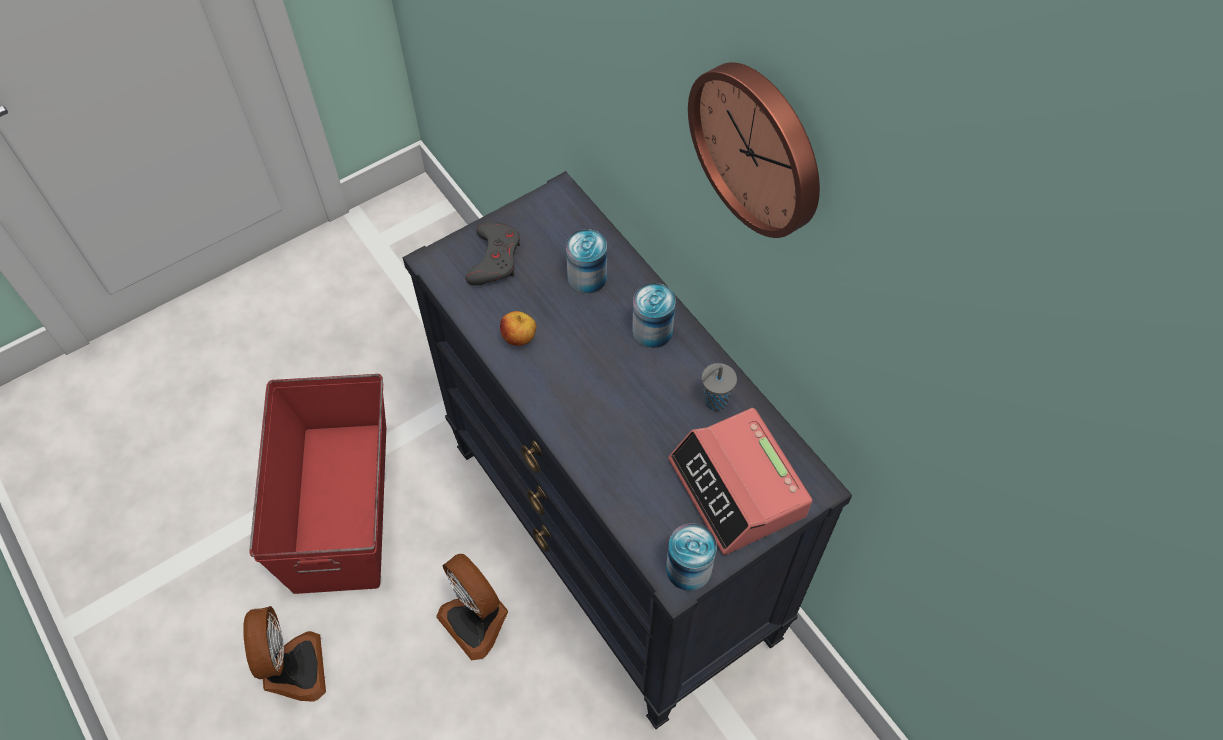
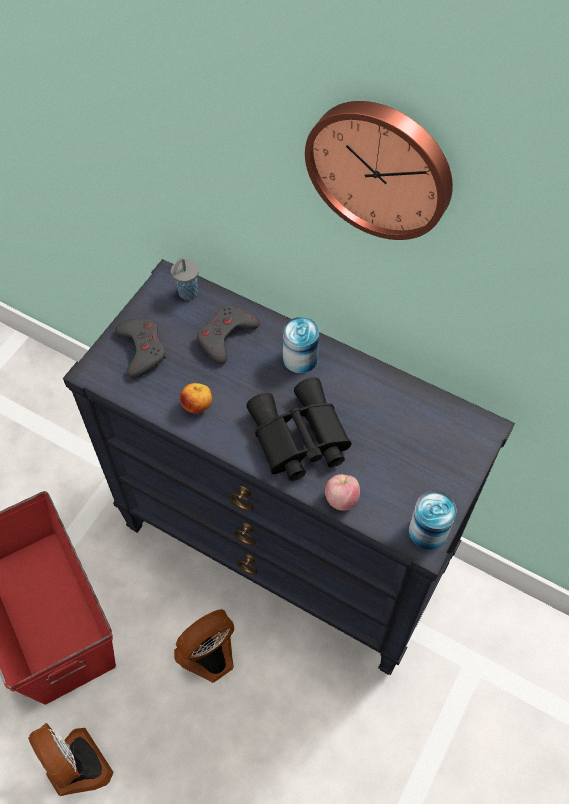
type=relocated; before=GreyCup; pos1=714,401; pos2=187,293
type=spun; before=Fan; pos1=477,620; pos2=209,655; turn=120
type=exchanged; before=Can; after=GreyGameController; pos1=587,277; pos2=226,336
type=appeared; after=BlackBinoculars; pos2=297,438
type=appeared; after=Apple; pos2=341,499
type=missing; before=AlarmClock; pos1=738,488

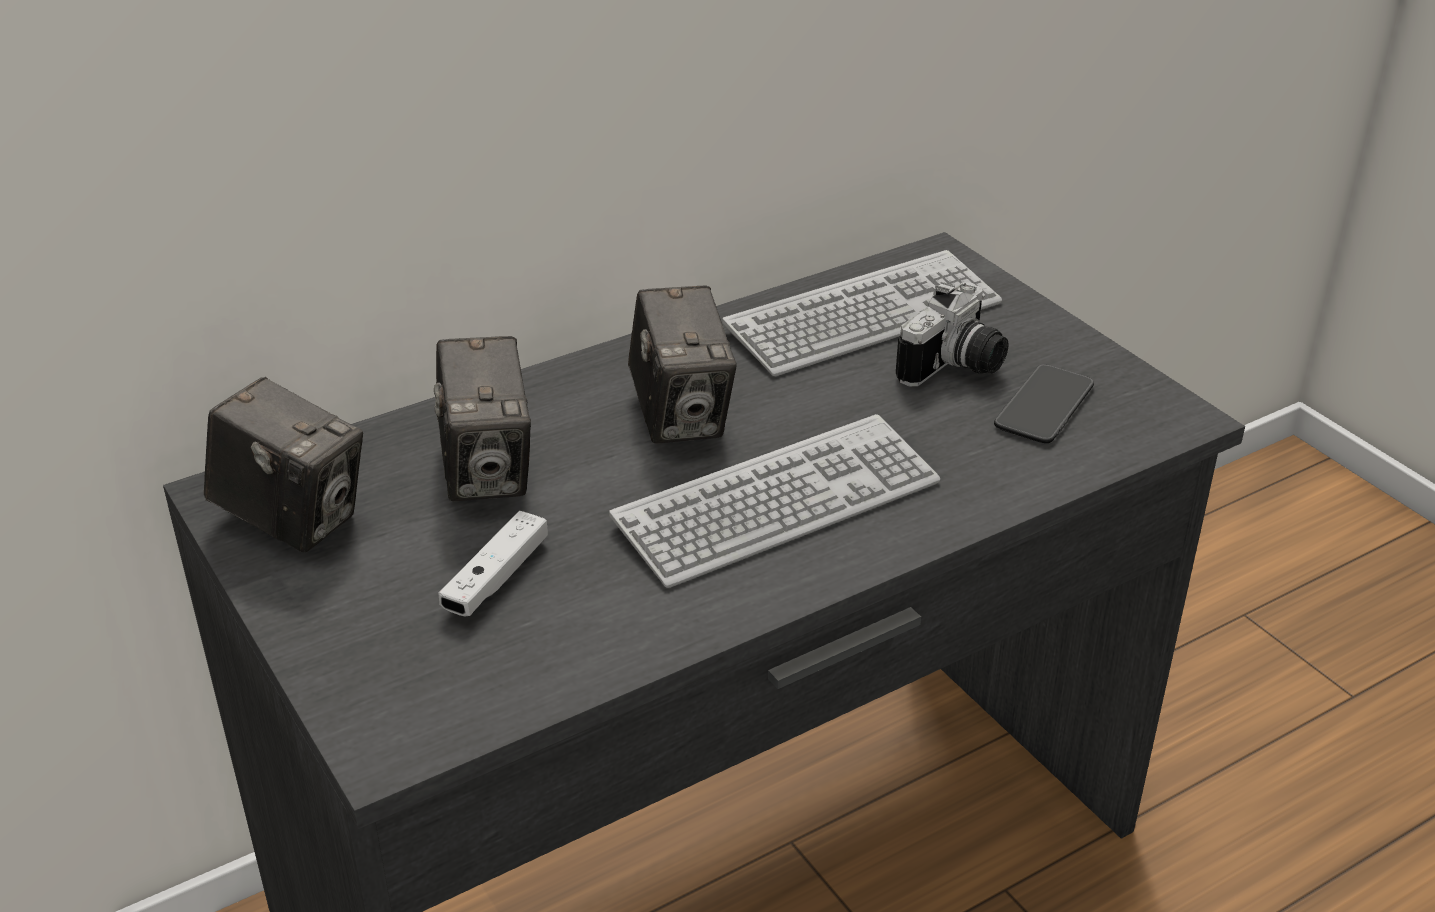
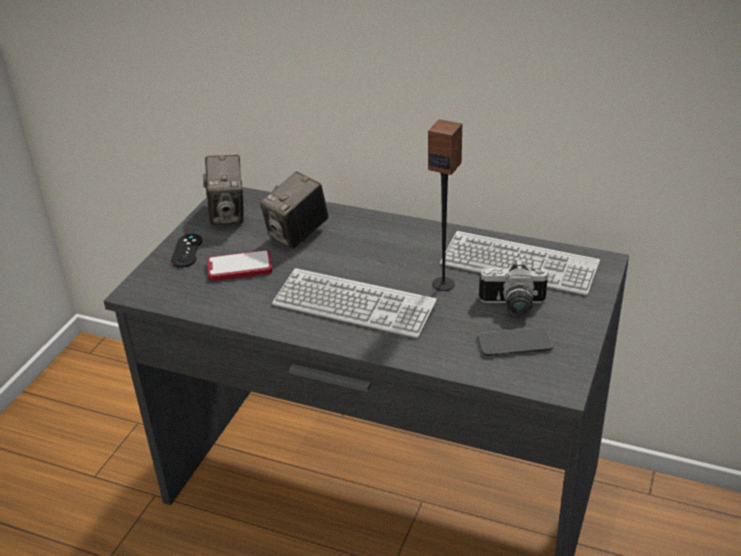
type=appeared; after=BlackGameController; pos2=187,251
type=exchanged; before=WhiteGameController; after=Phone; pos1=496,578; pos2=240,267
type=appeared; after=Speaker; pos2=443,284
type=missing; before=PhotoCamera; pos1=681,416

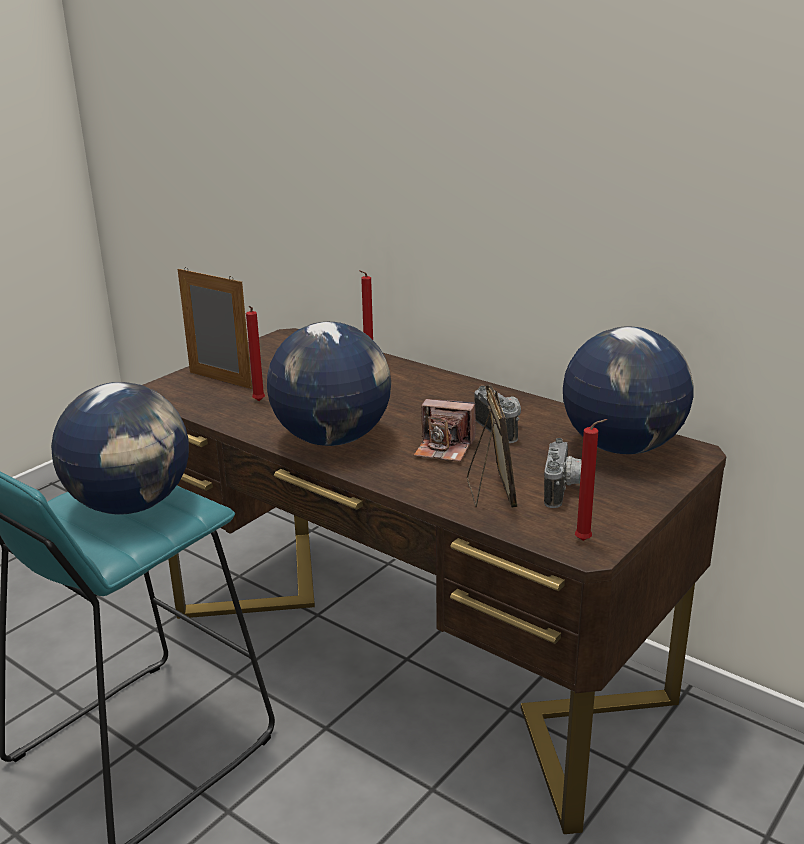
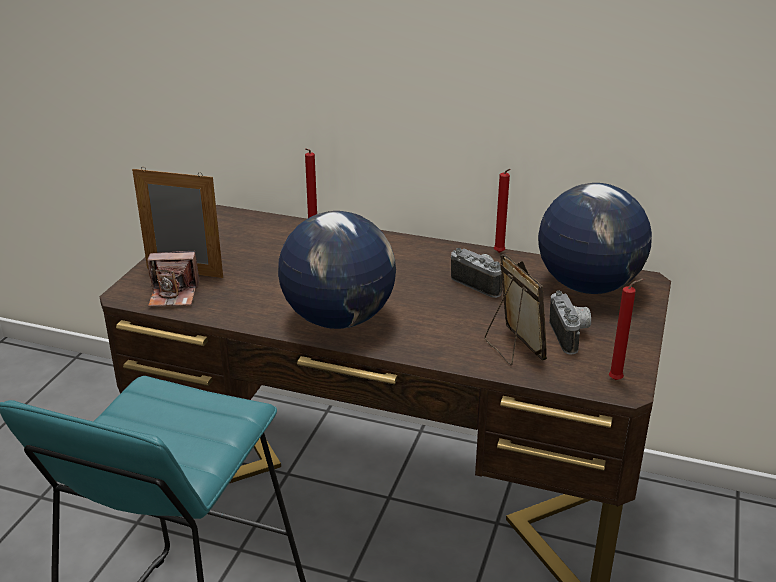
type=relocated; before=PhotoCamera; pos1=444,448; pos2=174,294
type=relocated; before=RedCandle; pos1=258,402; pos2=500,253
type=missing; before=Globe; pos1=131,505

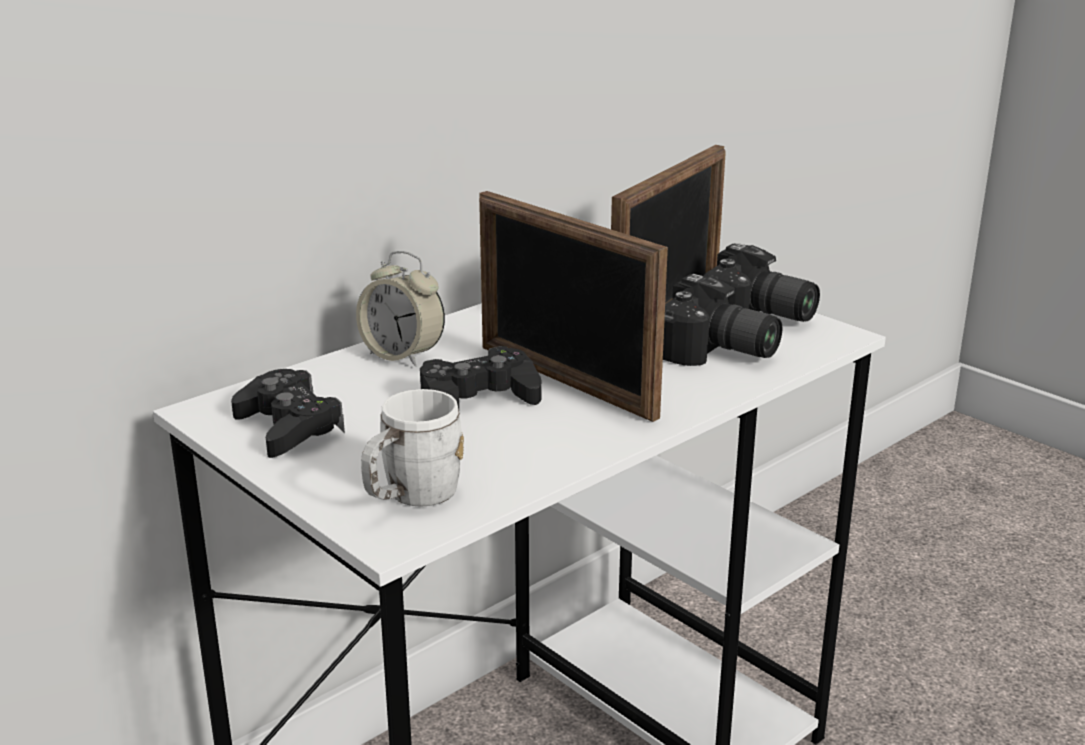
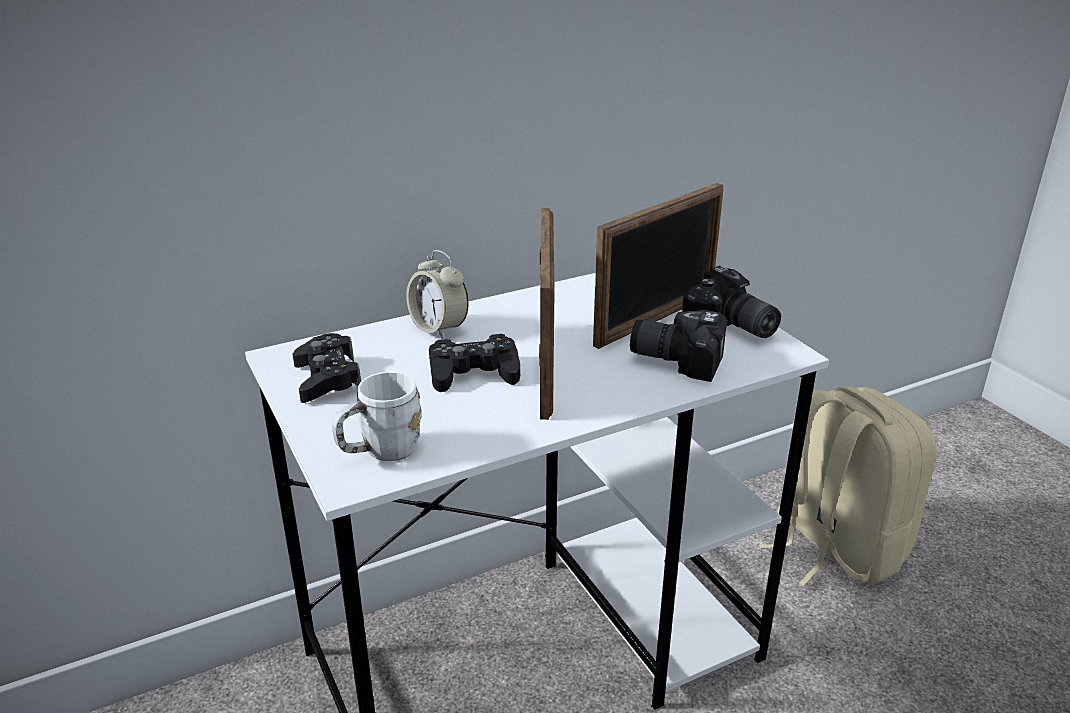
type=spun; before=PictureFrame; pos1=564,381; pos2=546,367; turn=-150
type=spun; before=PhotoCamera; pos1=716,354; pos2=678,358; turn=150
type=appeared; after=BeigeBackpack; pos2=834,547

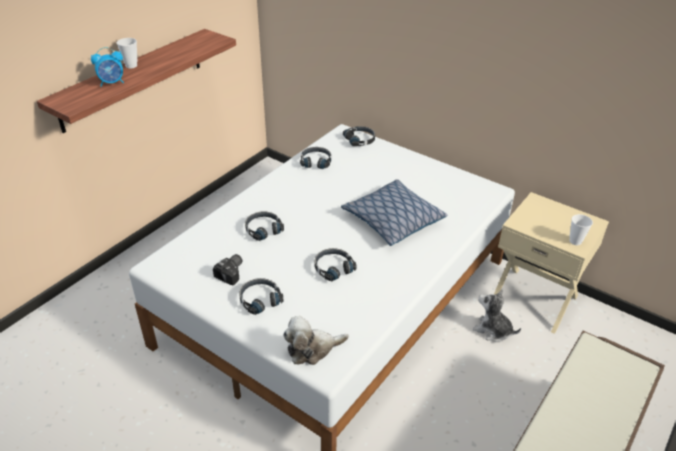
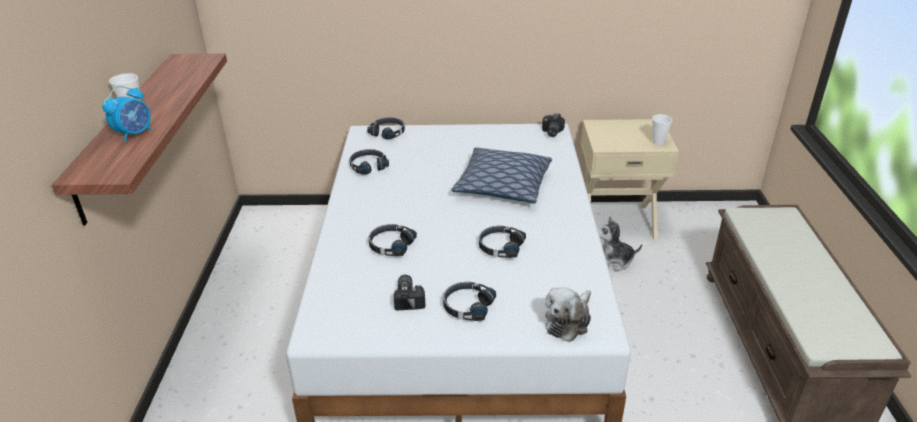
type=appeared; after=PhotoCamera; pos2=551,132

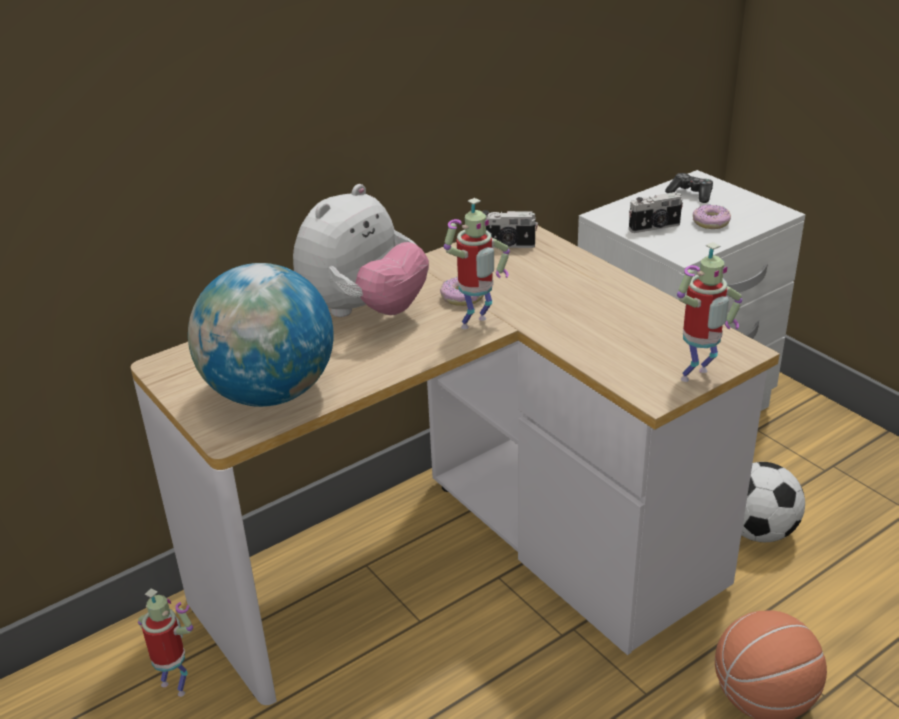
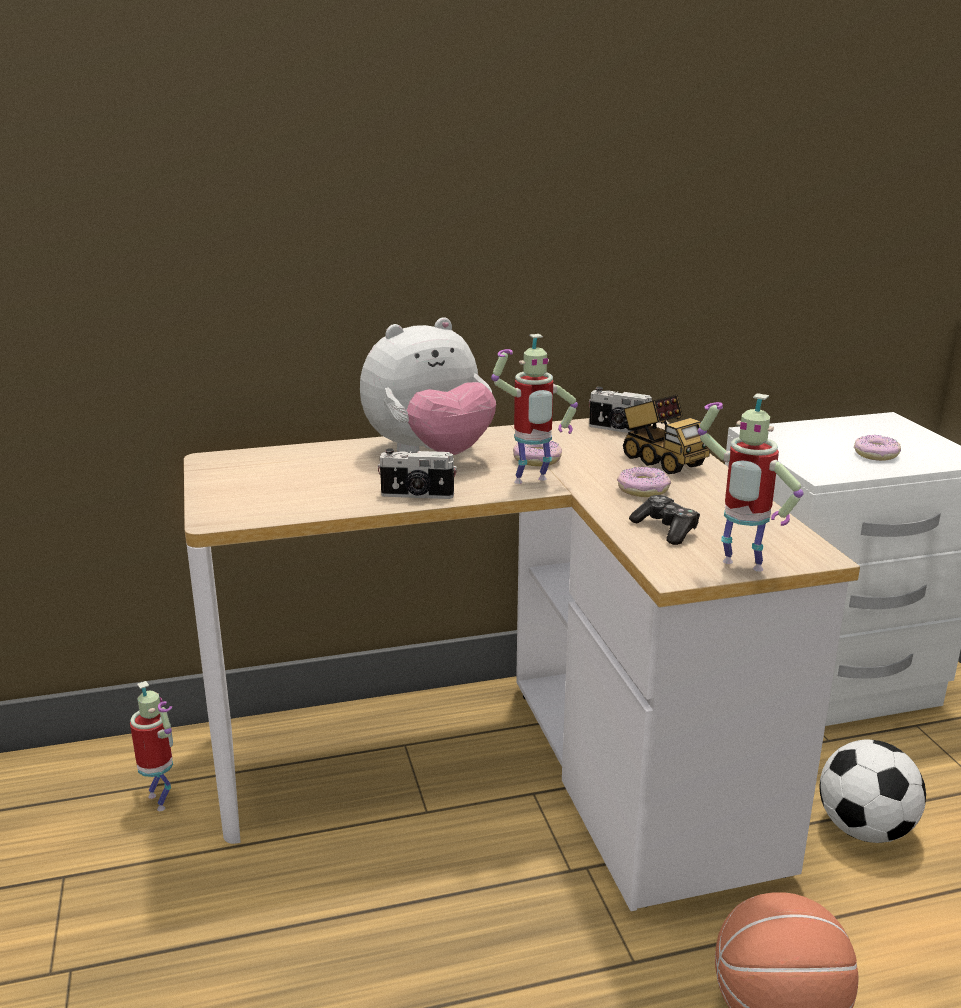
type=relocated; before=PhotoCamera; pos1=655,227; pos2=417,495
type=appeared; after=Donut; pos2=642,489
type=appeared; after=ToyTruck; pos2=661,461
type=relocated; before=GameController; pos1=691,194; pos2=666,529
type=spun; before=ToyRobot; pos1=697,377; pos2=739,567; turn=45
type=missing; before=Globe; pos1=270,393

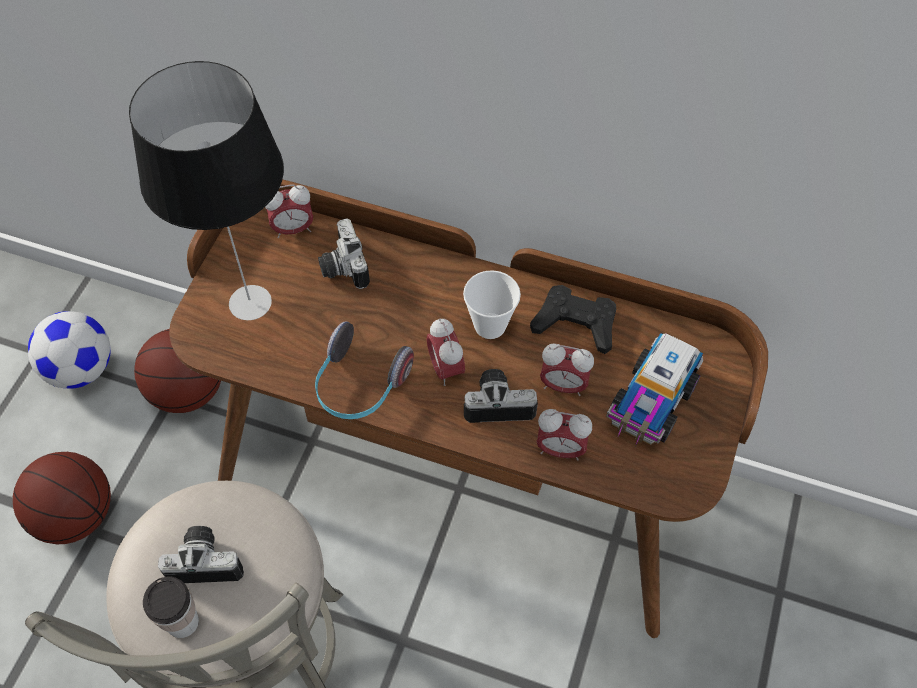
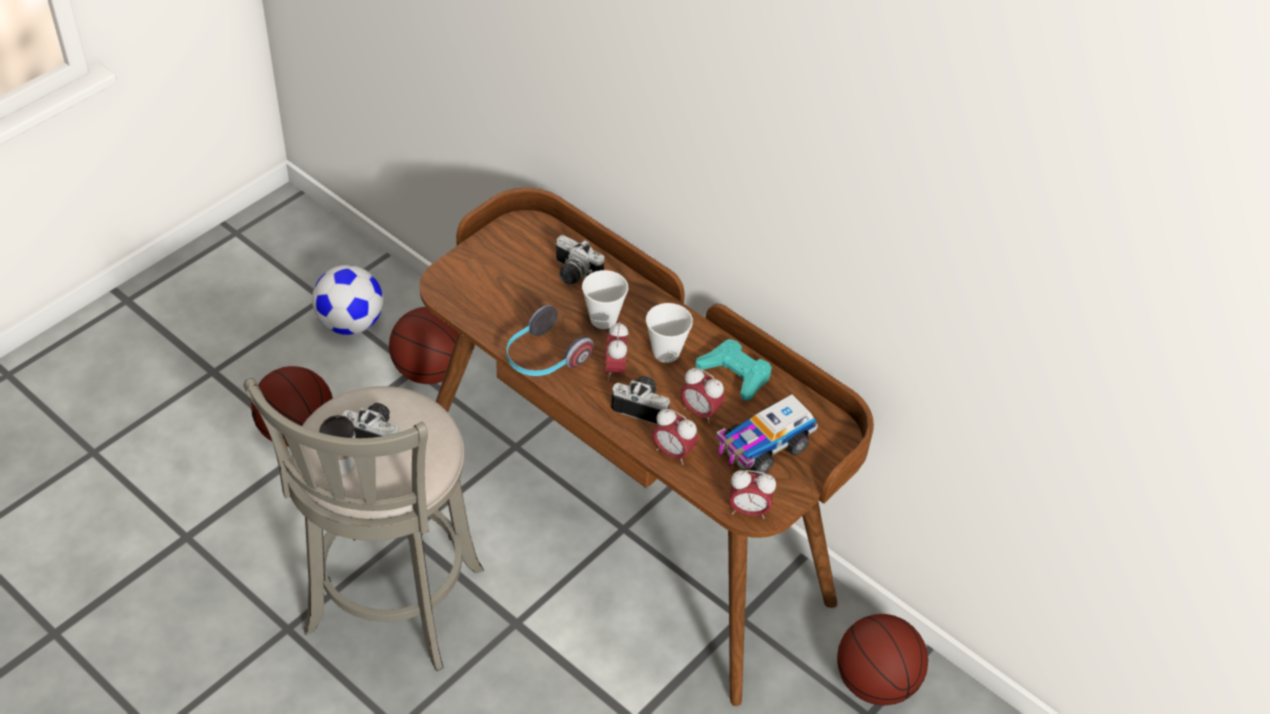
type=spun; before=PhotoCamera; pos1=342,267; pos2=573,274; turn=-60
type=appeared; after=Cup; pos2=603,319
type=colour; before=BlackGameController; after=TurquoiseGameController; pos1=575,323; pos2=735,374
type=relocated; before=AlarmClock; pos1=293,229; pos2=748,510
type=appeared; after=Basketball; pos2=875,682
type=missing; before=TableLamp; pos1=252,302

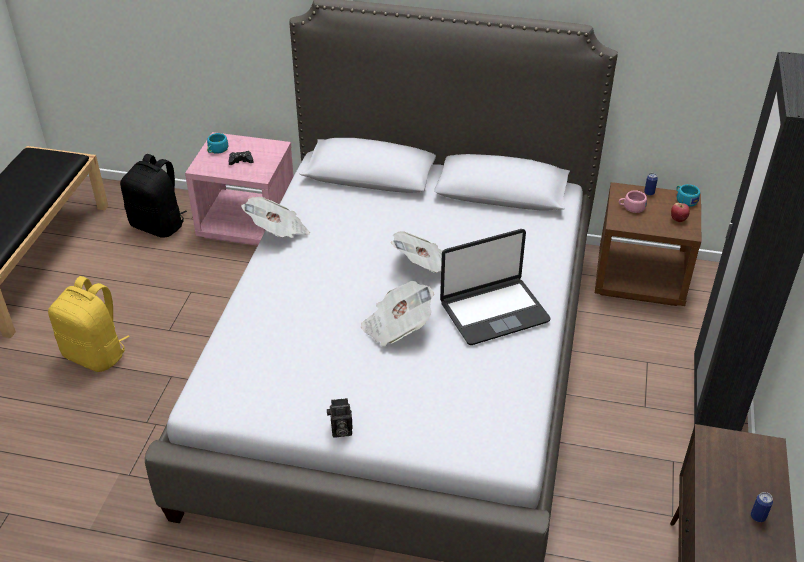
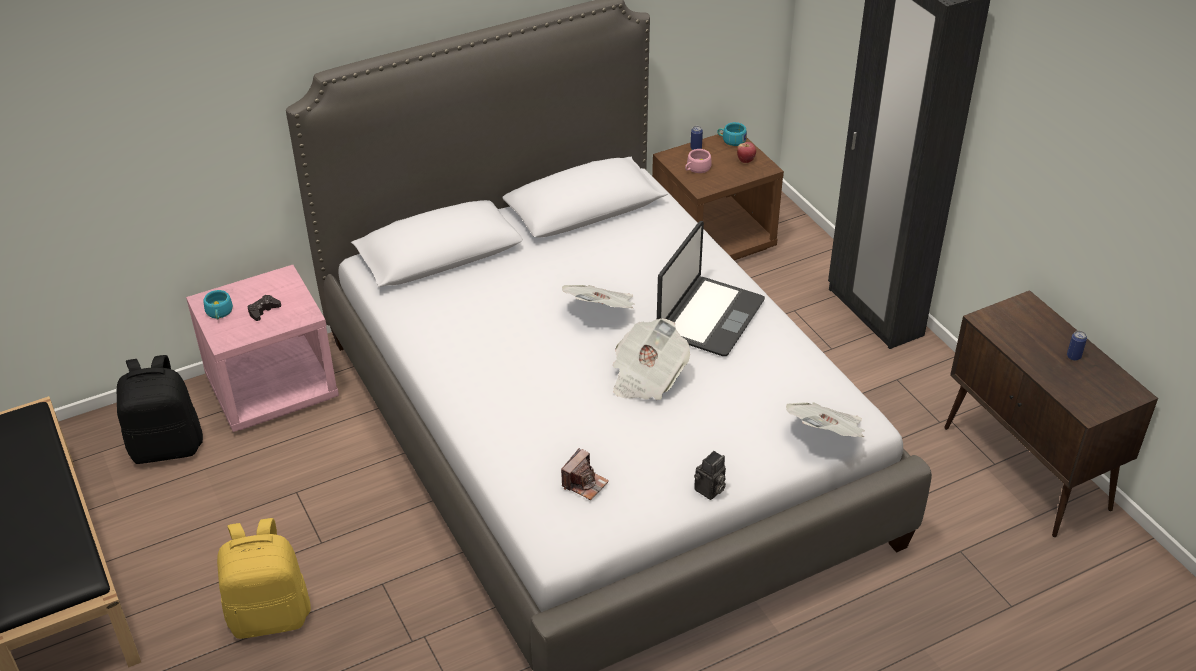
type=appeared; after=PhotoCamera; pos2=584,483
type=relocated; before=Newspaper; pos1=278,231; pos2=827,434

